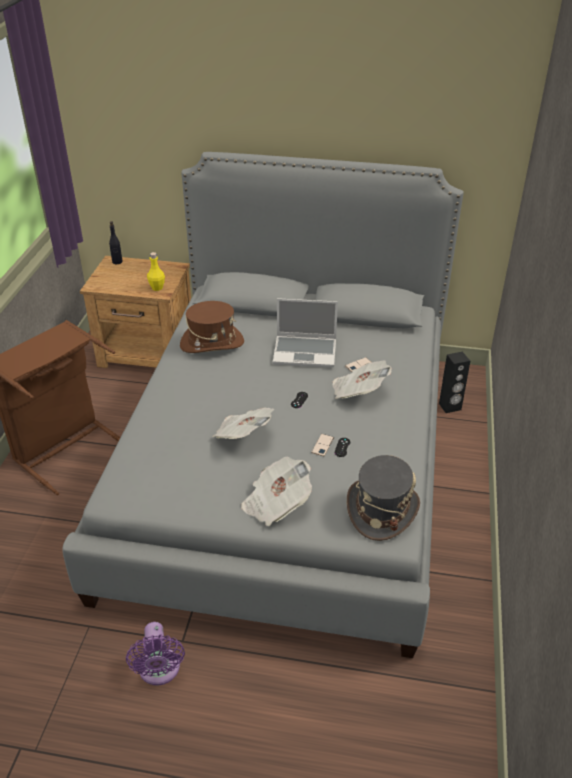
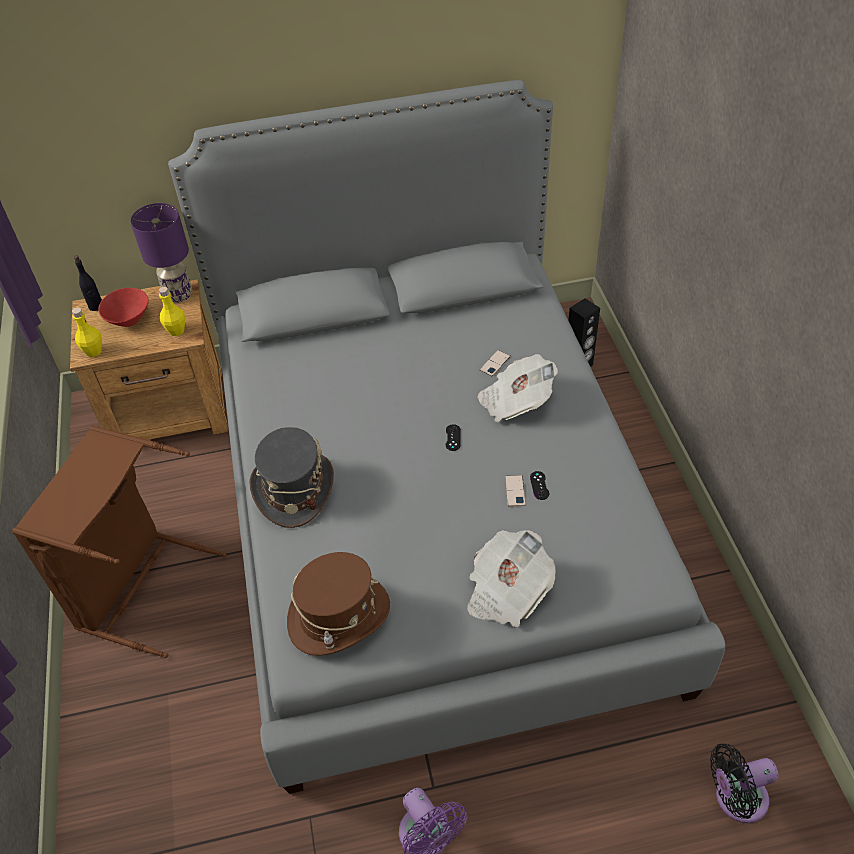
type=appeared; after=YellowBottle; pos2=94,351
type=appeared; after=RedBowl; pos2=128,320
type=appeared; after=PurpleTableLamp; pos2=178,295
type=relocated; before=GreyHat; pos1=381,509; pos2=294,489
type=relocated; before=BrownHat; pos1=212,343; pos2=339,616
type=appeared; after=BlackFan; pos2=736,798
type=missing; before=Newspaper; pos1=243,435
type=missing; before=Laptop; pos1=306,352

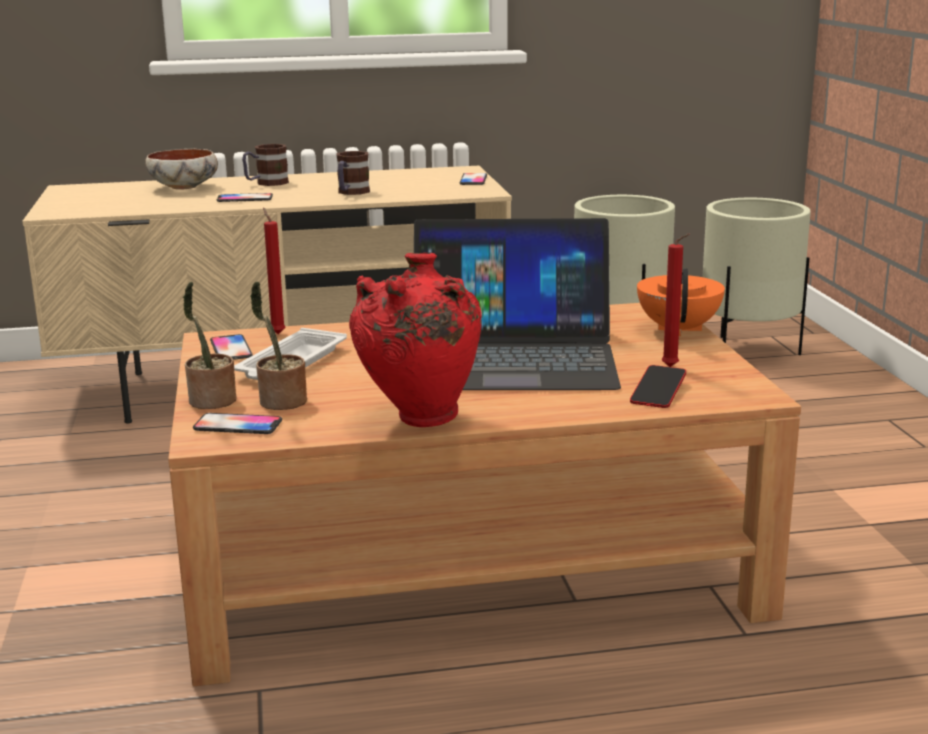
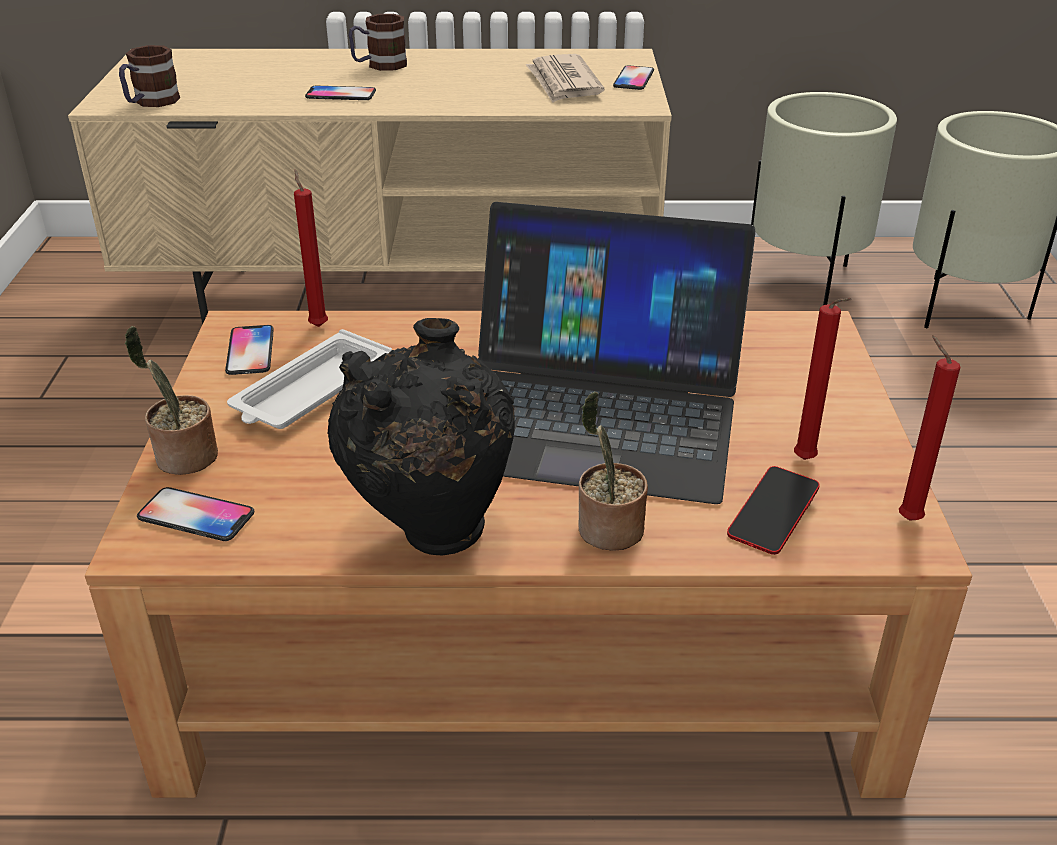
type=relocated; before=Mug; pos1=351,192; pos2=151,103
type=colour; before=RedVase; after=BlackVase; pos1=419,420; pos2=430,535
type=appeared; after=Newspaper; pos2=563,83
type=relocated; before=PottedPlant; pos1=280,402; pos2=607,531
type=appeared; after=RedCandle; pos2=906,518
type=missing; before=Bowl; pos1=185,188
type=missing; before=OrangeTeapot; pos1=679,329

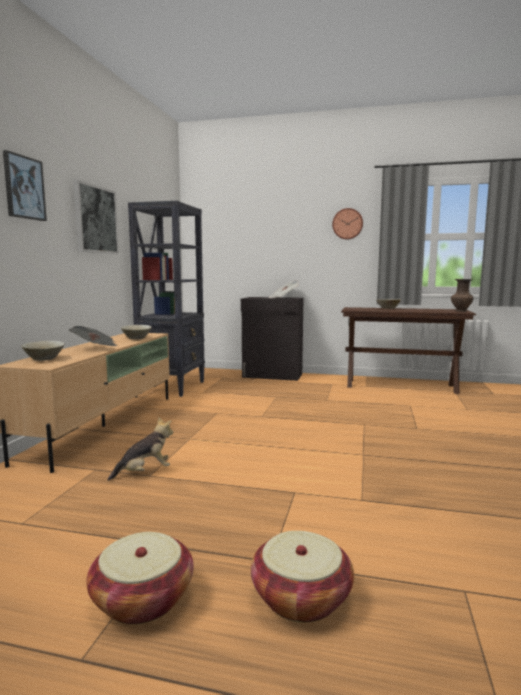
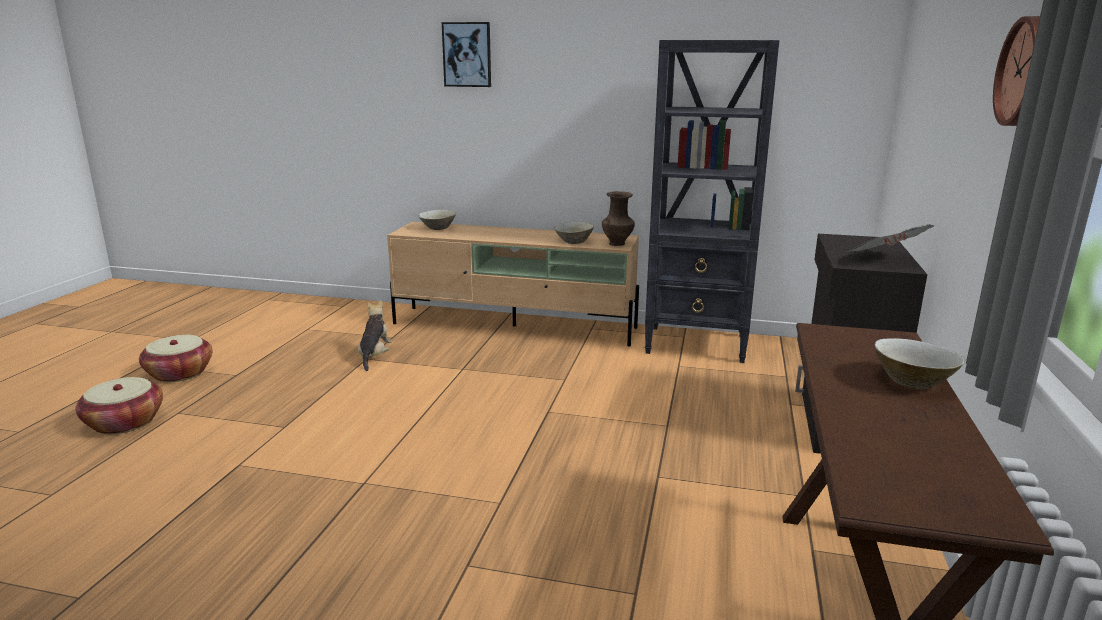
type=spun; before=PlushToy; pos1=145,472; pos2=375,356; turn=-150
type=relocated; before=BrownVase; pos1=460,311; pos2=617,244
type=missing; before=Newspaper; pos1=96,349
type=missing; before=Picture; pos1=95,219

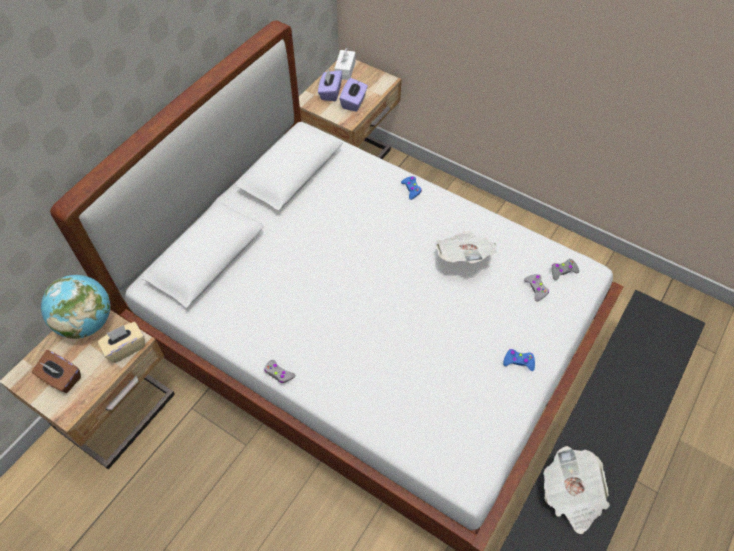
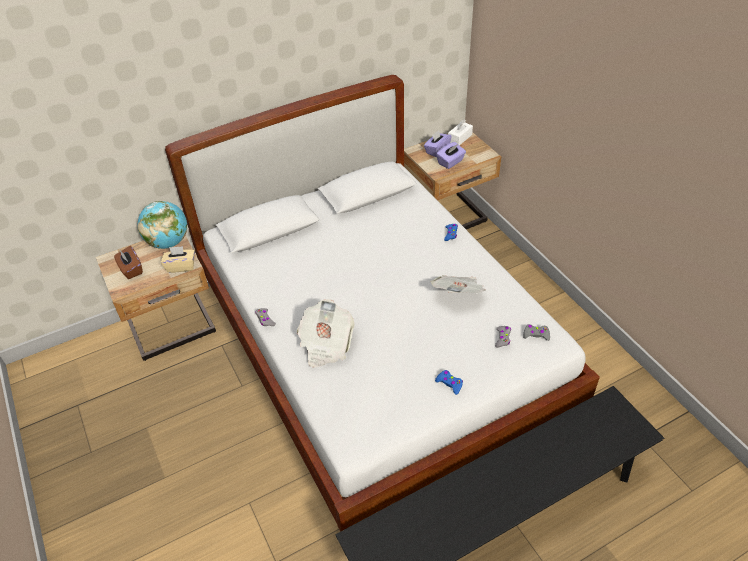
type=relocated; before=Newspaper; pos1=572,495; pos2=326,344

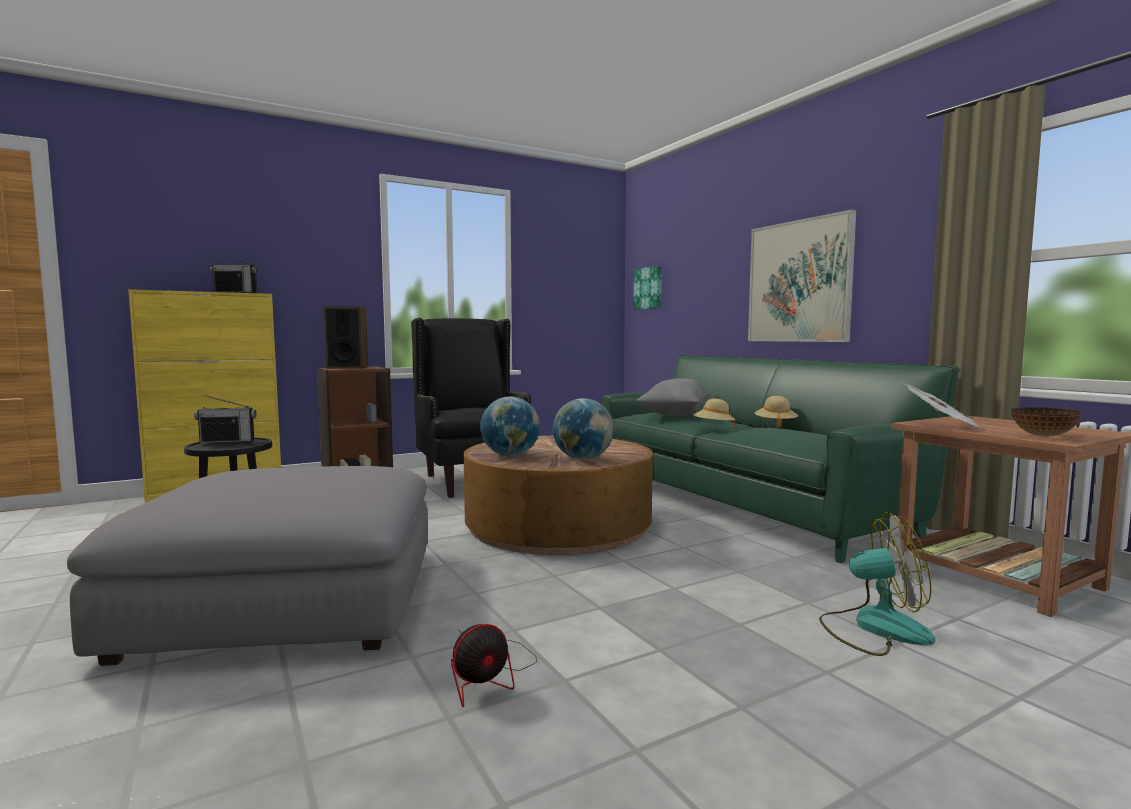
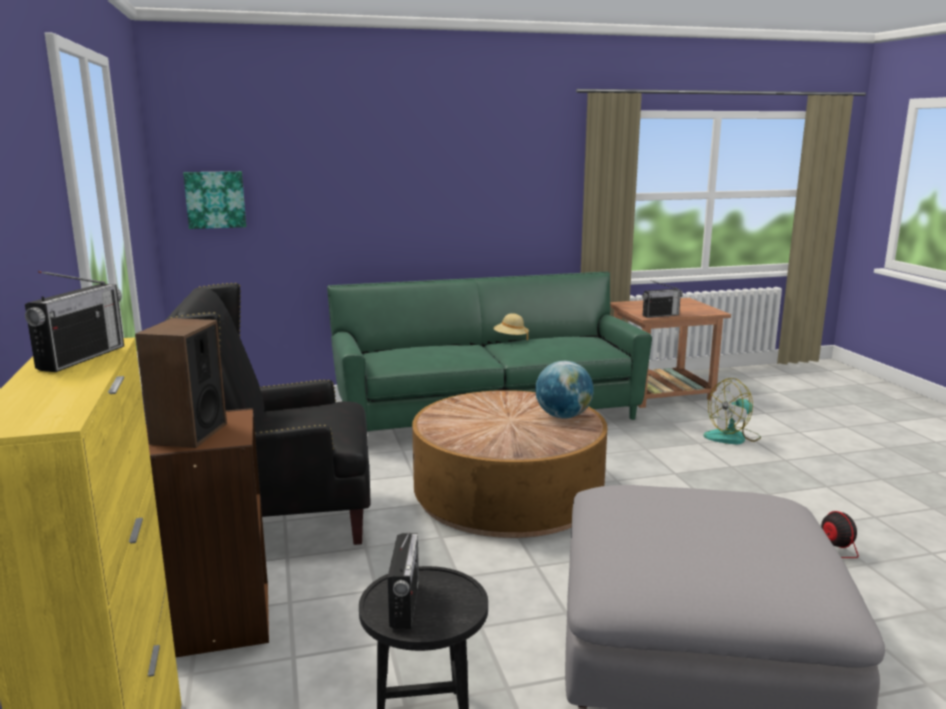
type=exchanged; before=Newspaper; after=Radio; pos1=941,426; pos2=660,315
type=spun; before=Fan; pos1=874,628; pos2=732,437; turn=-135
type=missing; before=Globe; pos1=510,455
type=missing; before=GreyPillow; pos1=674,415
type=missing; before=BeigeHat; pos1=713,428
type=missing; before=Picture; pos1=799,281
type=missing; before=Bowl; pos1=1042,436

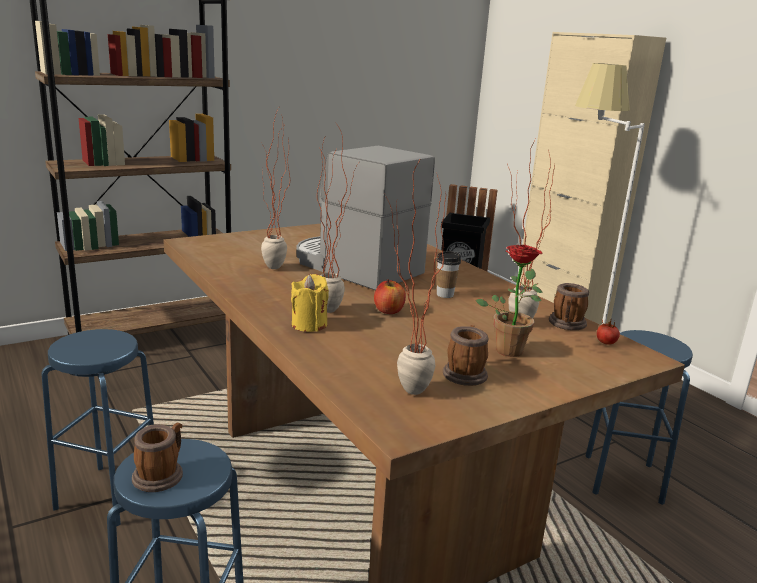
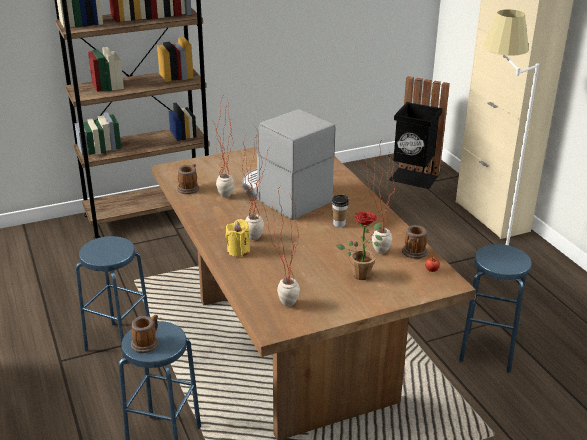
type=relocated; before=Mug; pos1=465,372; pos2=189,188
type=missing; before=Apple; pos1=388,311

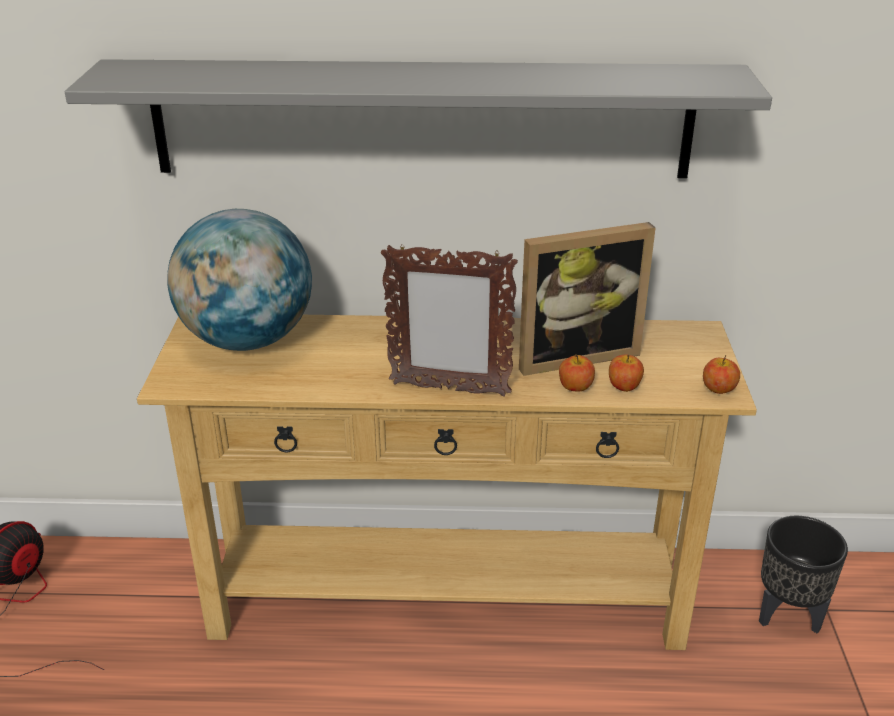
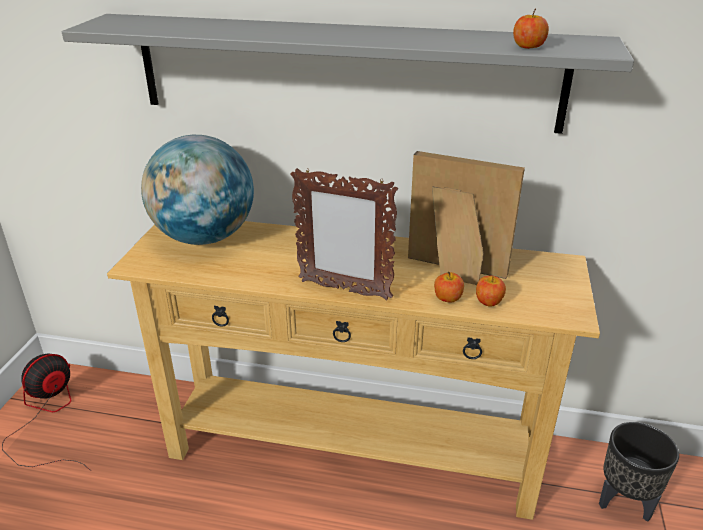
type=spun; before=PictureFrame; pos1=573,354; pos2=454,271; turn=-150
type=relocated; before=Apple; pos1=718,389; pos2=528,47

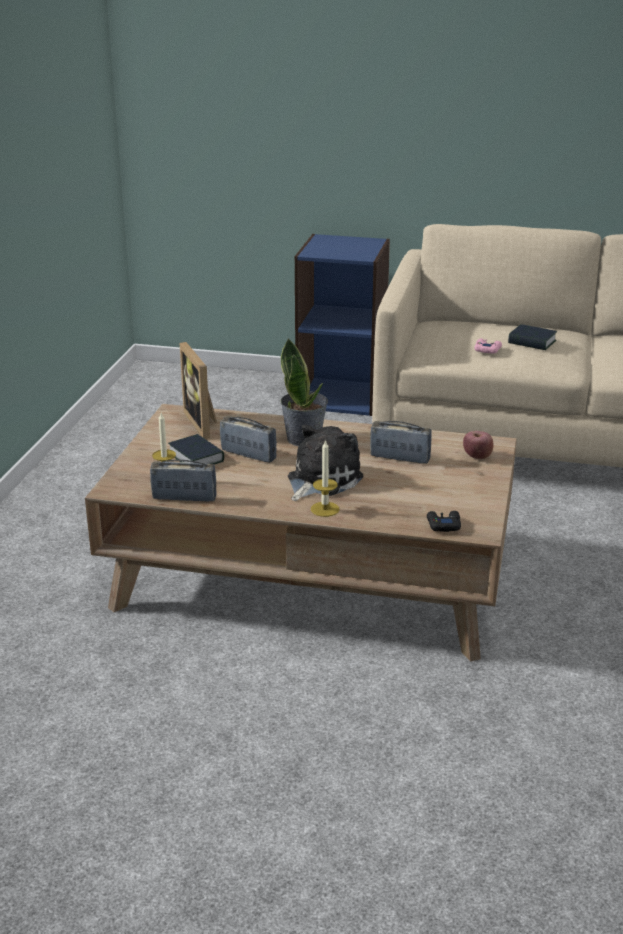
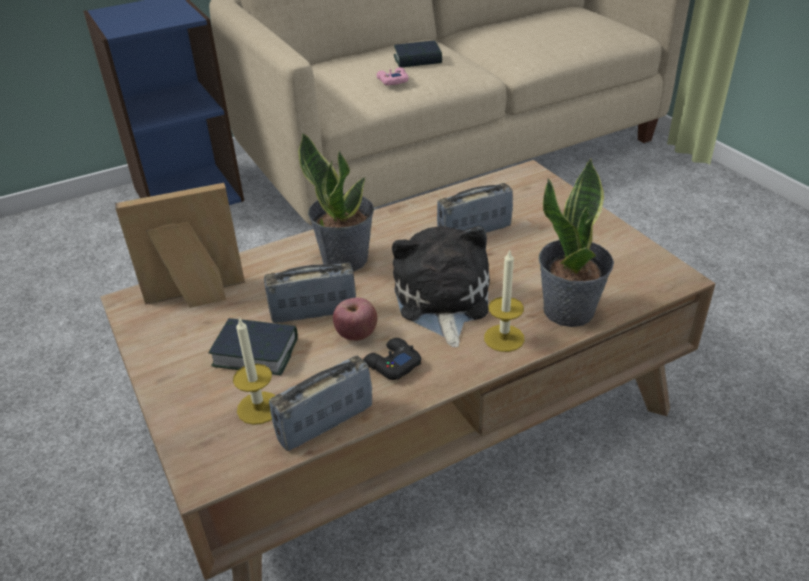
type=spun; before=PictureFrame; pos1=204,423; pos2=196,297; turn=135
type=relocated; before=Apple; pos1=477,456; pos2=357,334
type=relocated; before=BlackGameController; pos1=443,525; pos2=392,364
type=appeared; after=PottedPlant; pos2=569,311

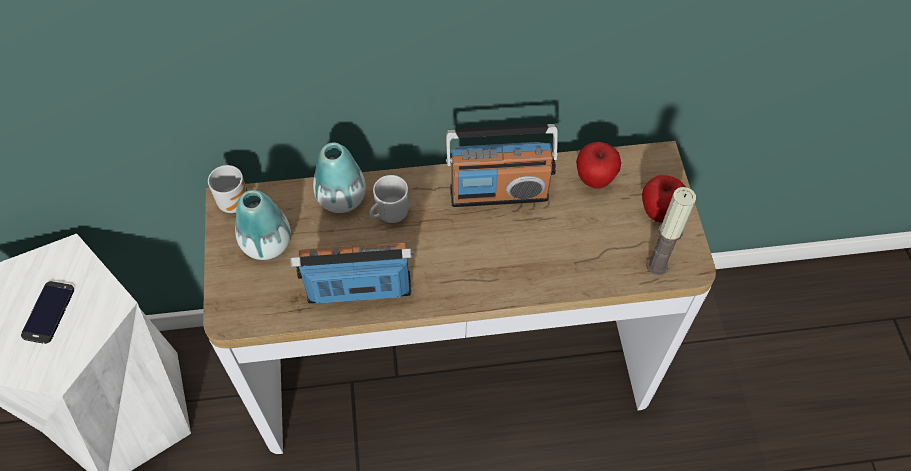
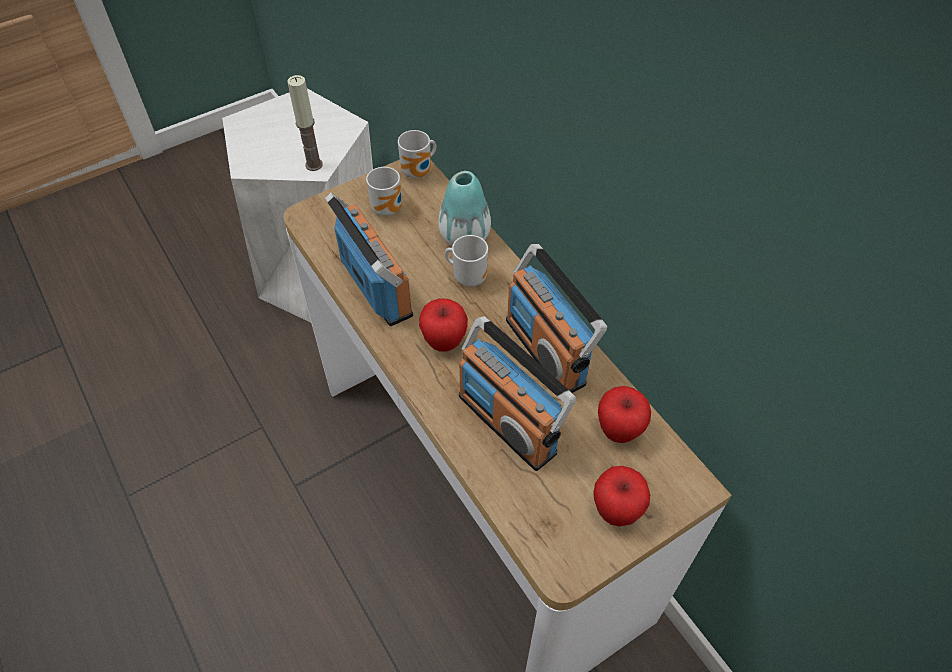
type=relocated; before=Candle; pos1=657,265; pos2=314,165
type=exchanged; before=Vase; after=Mug; pos1=267,243; pos2=389,208
type=appeared; after=Apple; pos2=444,341
type=appeared; after=Radio; pos2=508,423
type=missing; before=Phone; pos1=48,312

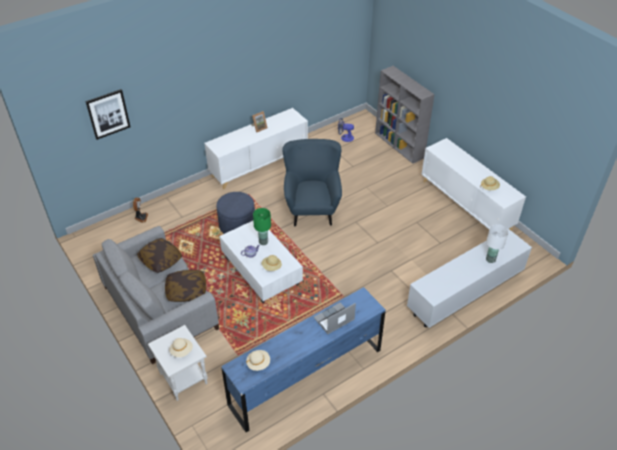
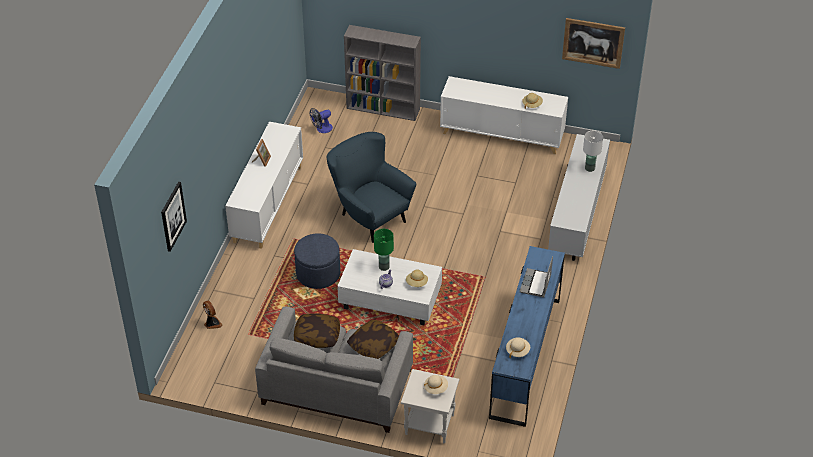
type=appeared; after=Picture; pos2=593,42

